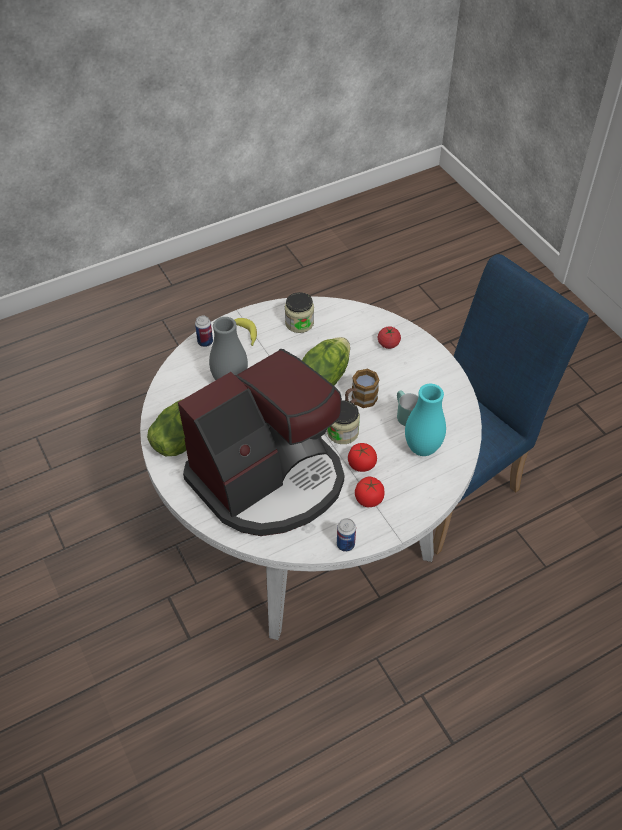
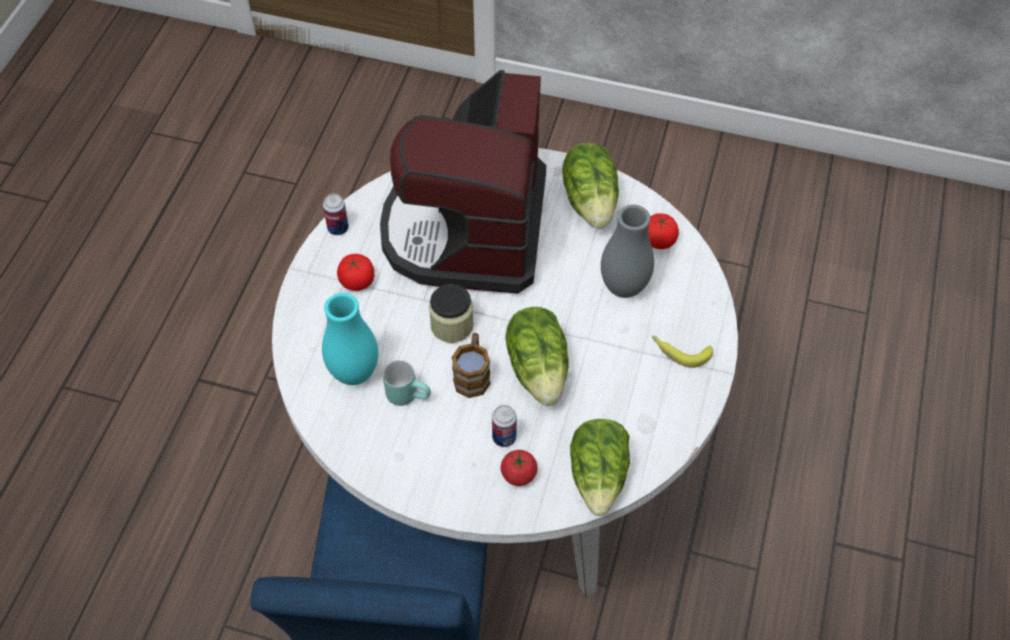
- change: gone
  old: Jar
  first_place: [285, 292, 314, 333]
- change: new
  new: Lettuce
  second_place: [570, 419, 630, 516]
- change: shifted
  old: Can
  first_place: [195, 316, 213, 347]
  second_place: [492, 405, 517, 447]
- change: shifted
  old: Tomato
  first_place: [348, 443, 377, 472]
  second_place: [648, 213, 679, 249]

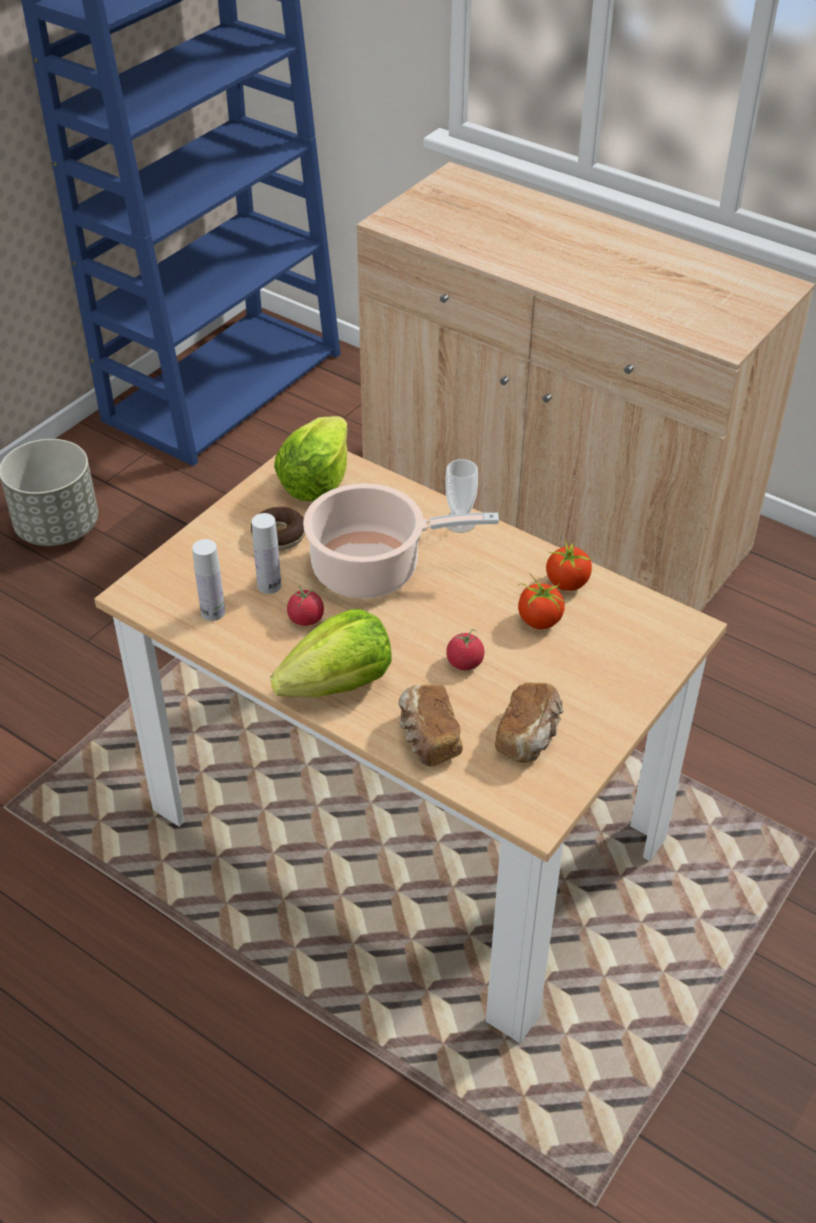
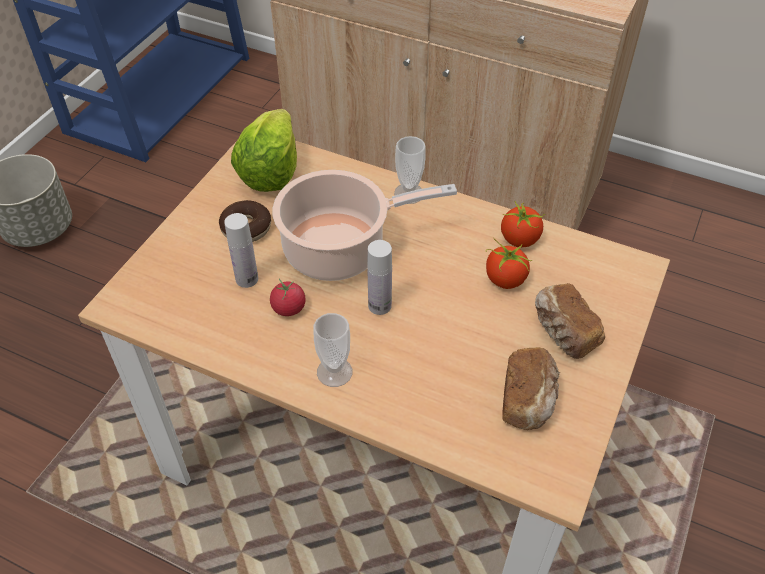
- change: gone
  old: Tomato
  first_place: [446, 629, 484, 670]
- change: shifted
  old: WhiteBottle
  first_place: [192, 539, 225, 621]
  second_place: [367, 240, 392, 315]
- change: shifted
  old: Bread
  first_place: [398, 685, 463, 767]
  second_place: [535, 283, 605, 359]
- change: swapped
  old: Lettuce
  new: Cup
  first_place: [271, 609, 392, 698]
  second_place: [313, 313, 353, 387]

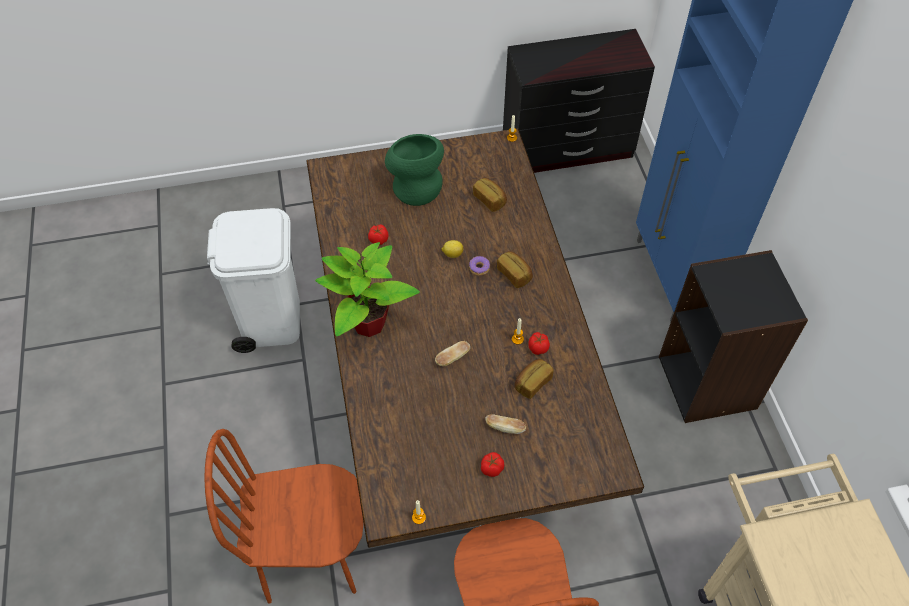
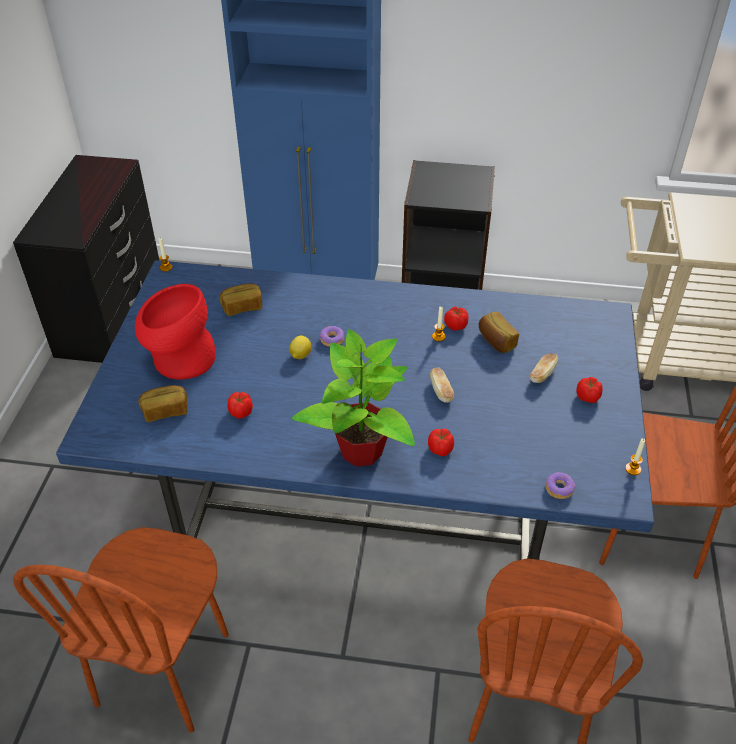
- change: new
  new: Tomato
  second_place: [428, 428, 454, 456]
- change: new
  new: Donut
  second_place: [546, 472, 576, 499]
- change: shifted
  old: Bread
  first_place: [497, 251, 533, 288]
  second_place: [138, 385, 188, 422]
- change: swapped
  old: WhiteTrashCan
  new: BrownChair
  first_place: [207, 208, 300, 353]
  second_place: [13, 527, 229, 733]
- change: repainted
  old: BrownDiningTable
  new: BlueDiningTable
  first_place: [307, 128, 644, 548]
  second_place: [56, 260, 654, 560]
- change: repainted
  old: GreenVase
  new: RedVase
  first_place: [385, 134, 444, 206]
  second_place: [135, 284, 216, 380]

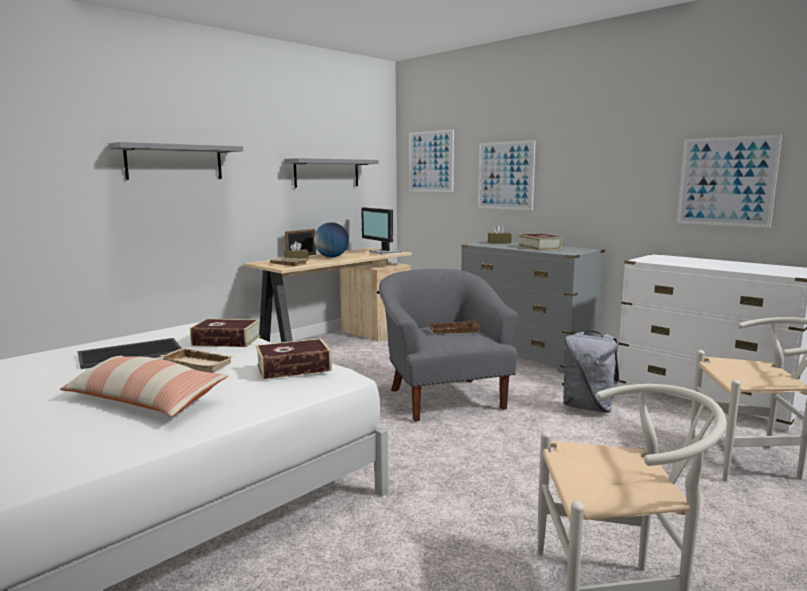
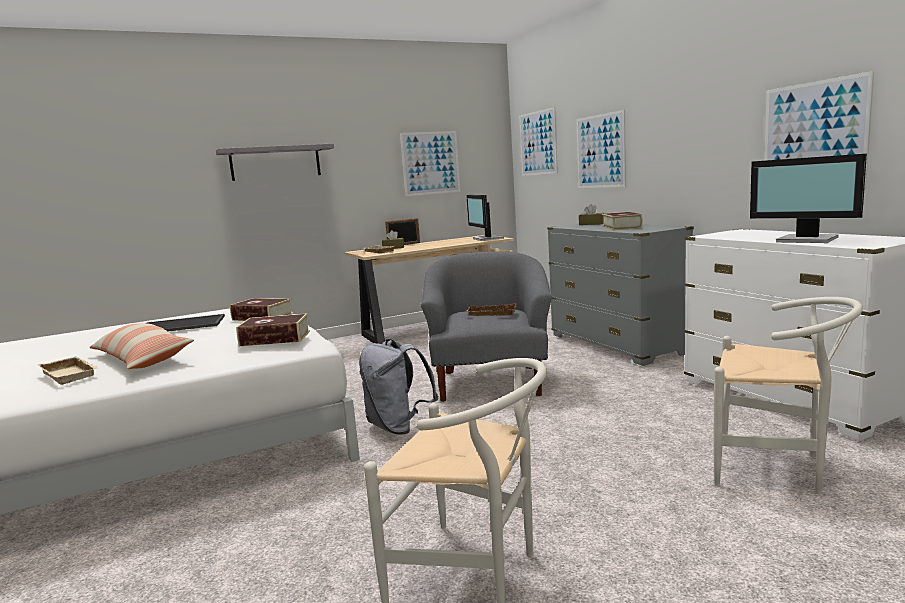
- change: gone
  old: Globe
  first_place: [314, 222, 349, 257]
- change: new
  new: Monitor
  second_place: [750, 153, 867, 243]
- change: shifted
  old: BeigeTray
  first_place: [160, 347, 236, 373]
  second_place: [37, 356, 98, 385]
- change: shifted
  old: GreyBackpack
  first_place: [562, 331, 620, 413]
  second_place: [359, 339, 438, 435]
- change: swapped
  old: GreyShelf
  new: Picture
  first_place: [284, 158, 378, 188]
  second_place: [400, 131, 460, 196]

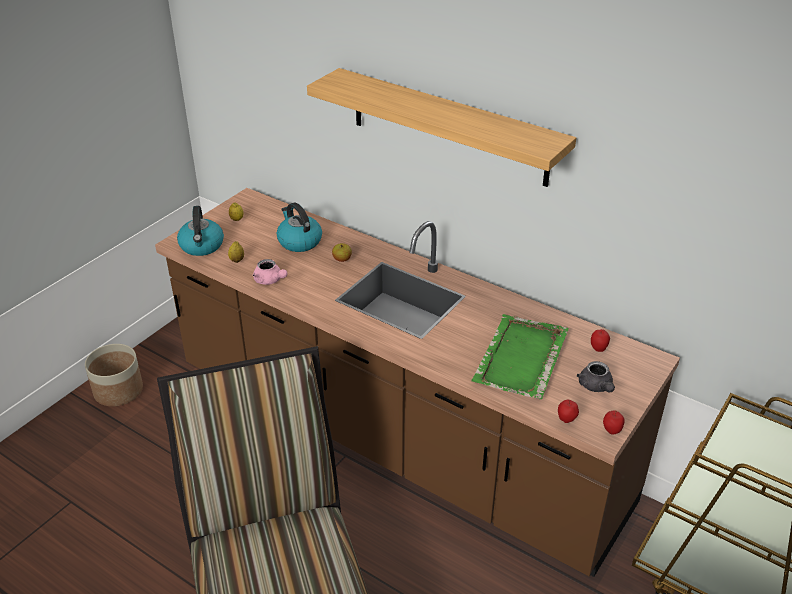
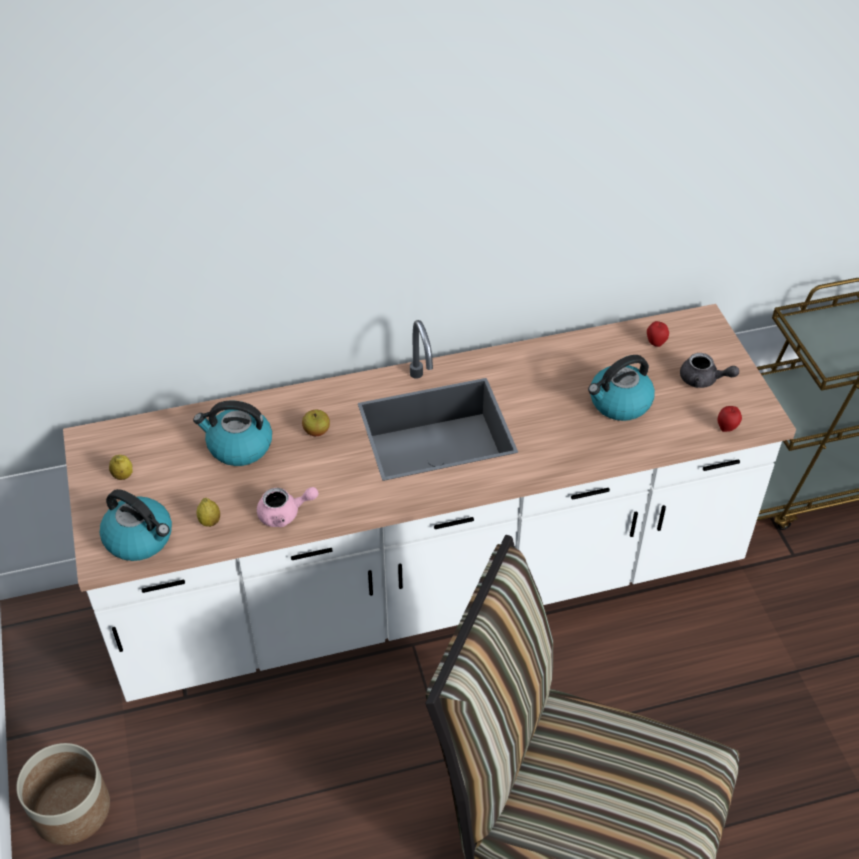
- change: gone
  old: Shelf
  first_place: [307, 68, 576, 187]
- change: gone
  old: Apple
  first_place: [603, 411, 625, 435]
- change: swapped
  old: GreenTray
  new: Kettle
  first_place: [472, 314, 569, 399]
  second_place: [588, 355, 655, 421]
- change: repainted
  old: BrownCounter
  new: WhiteCounter
  first_place: [155, 188, 680, 577]
  second_place: [63, 304, 796, 702]

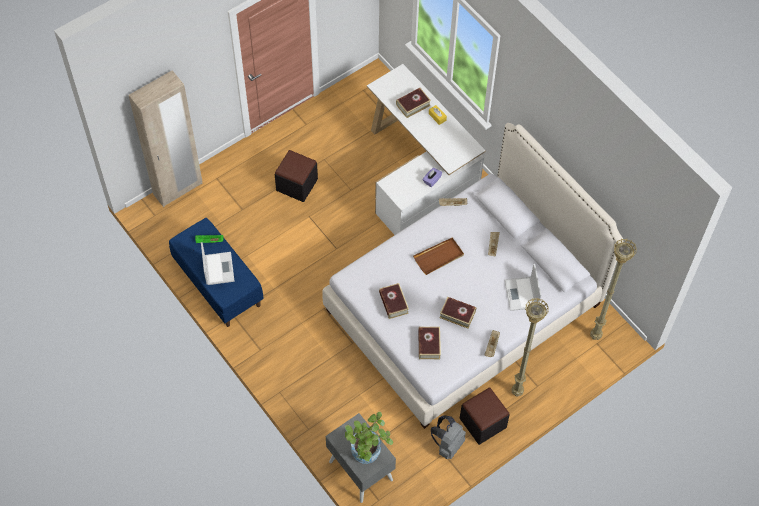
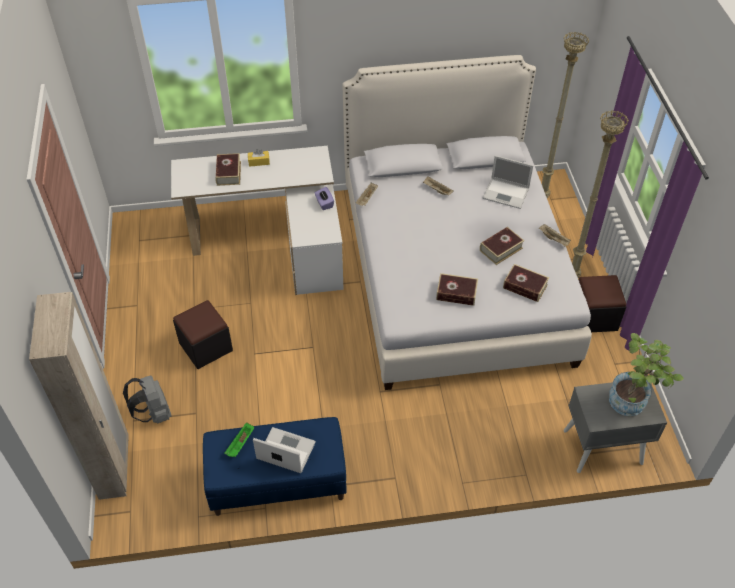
- change: gone
  old: BrownTray
  first_place: [413, 238, 464, 275]
- change: shifted
  old: GreyBackpack
  first_place: [431, 415, 466, 460]
  second_place: [123, 376, 172, 424]

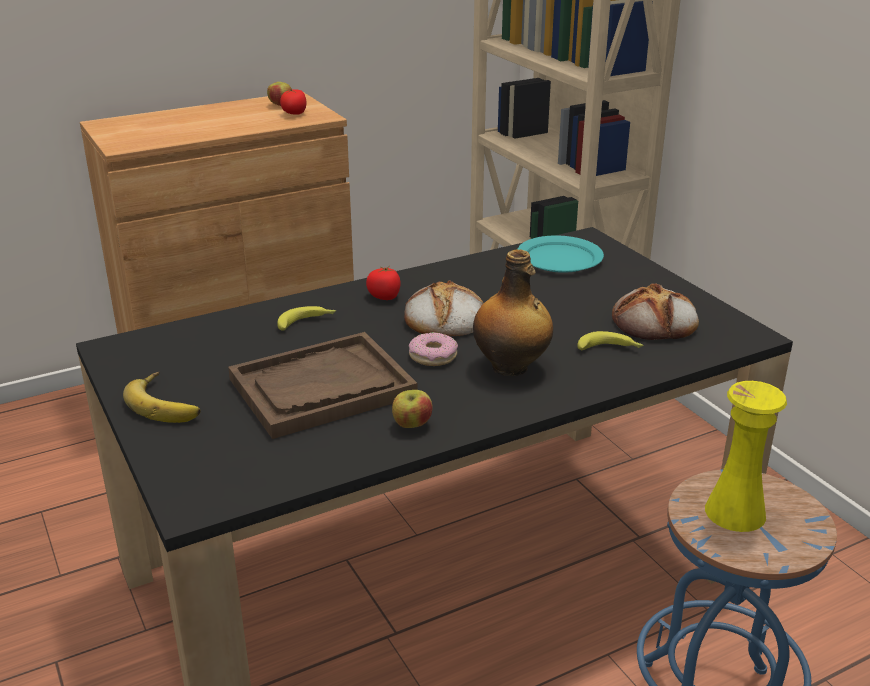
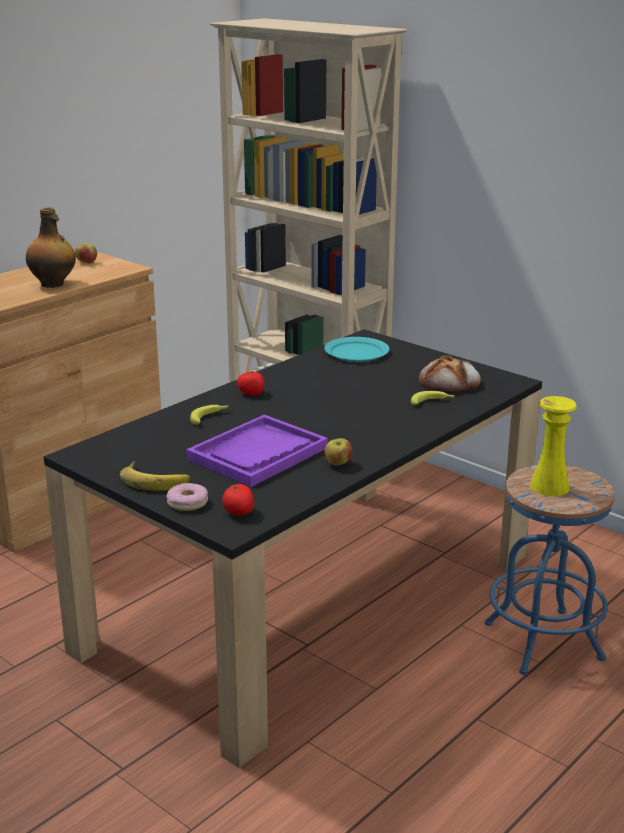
- change: gone
  old: Bread
  first_place: [404, 280, 484, 336]
- change: shifted
  old: Tomato
  first_place: [280, 89, 307, 115]
  second_place: [222, 484, 254, 515]
- change: shifted
  old: Donut
  first_place: [409, 332, 458, 366]
  second_place: [166, 483, 208, 511]
- change: shifted
  old: Bottle
  first_place: [473, 249, 553, 376]
  second_place: [26, 207, 76, 288]
- change: repainted
  old: BrownTray
  new: PurpleTray
  first_place: [228, 332, 418, 439]
  second_place: [187, 415, 328, 487]

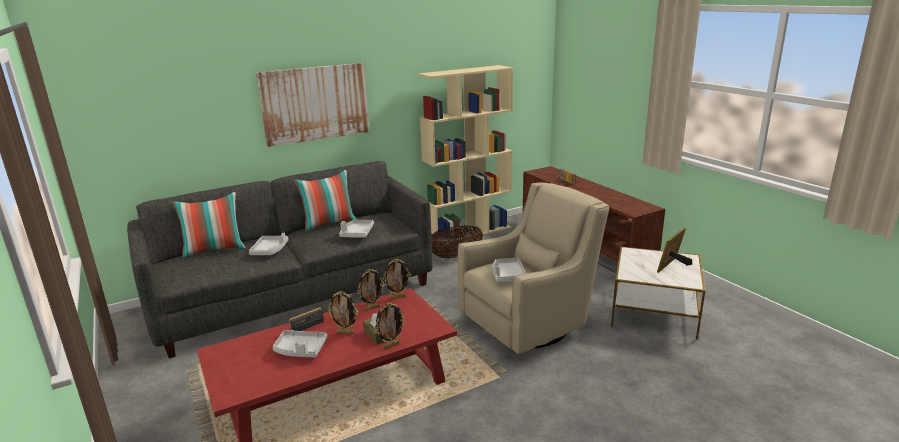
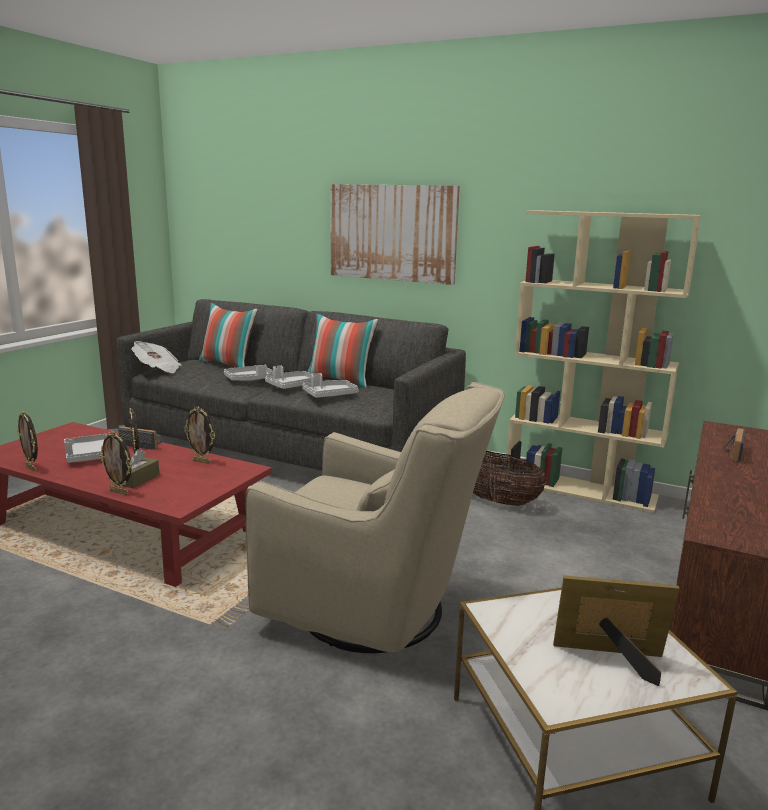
- change: new
  new: Newspaper
  second_place: [131, 341, 182, 373]
- change: shifted
  old: PictureFrame
  first_place: [383, 259, 411, 299]
  second_place: [17, 411, 38, 472]
- change: shifted
  old: GreyTray
  first_place: [493, 258, 527, 282]
  second_place: [265, 365, 316, 389]

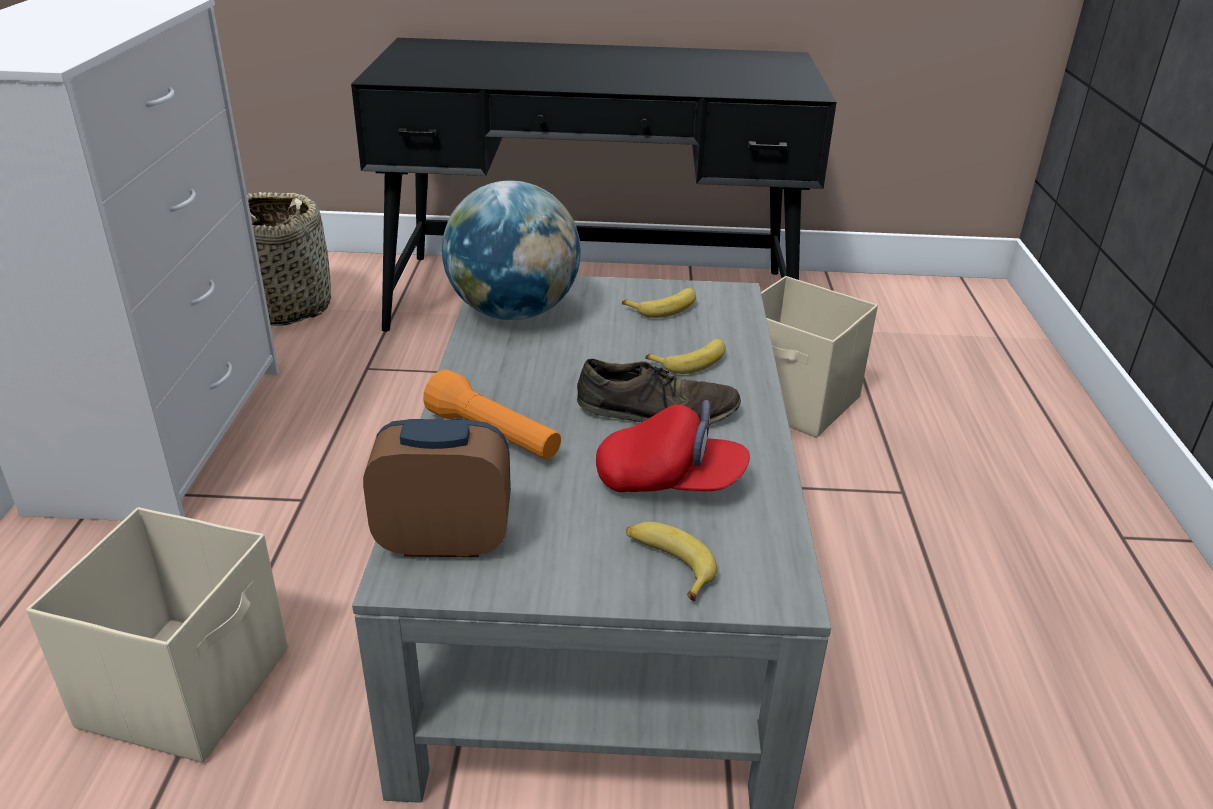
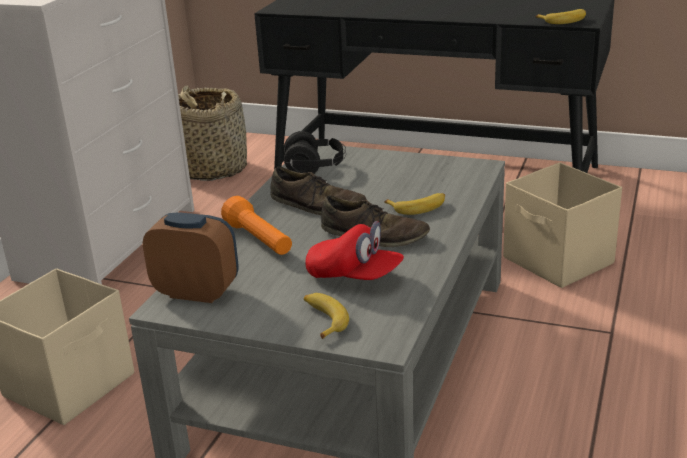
- change: new
  new: BrownShoe
  second_place: [270, 167, 367, 215]
- change: shifted
  old: Banana
  first_place: [622, 288, 696, 318]
  second_place: [536, 9, 586, 24]
- change: swapped
  old: Globe
  new: BlackHeadphones
  first_place: [442, 180, 581, 320]
  second_place: [283, 131, 346, 174]

